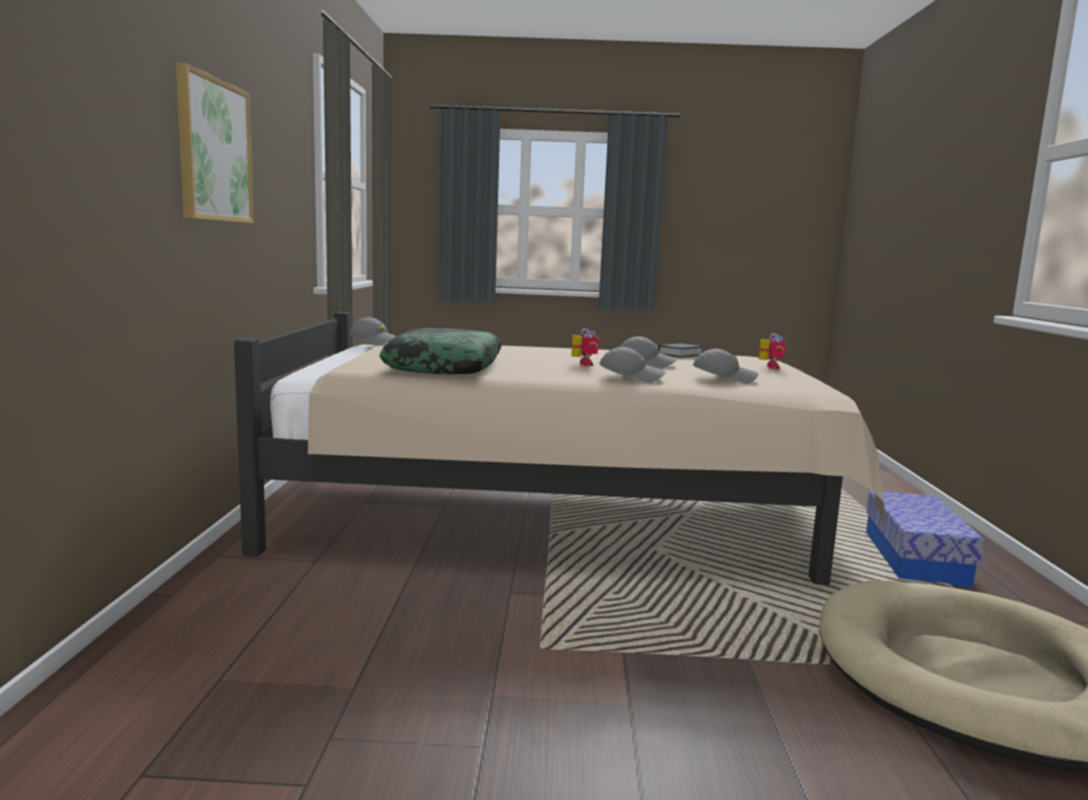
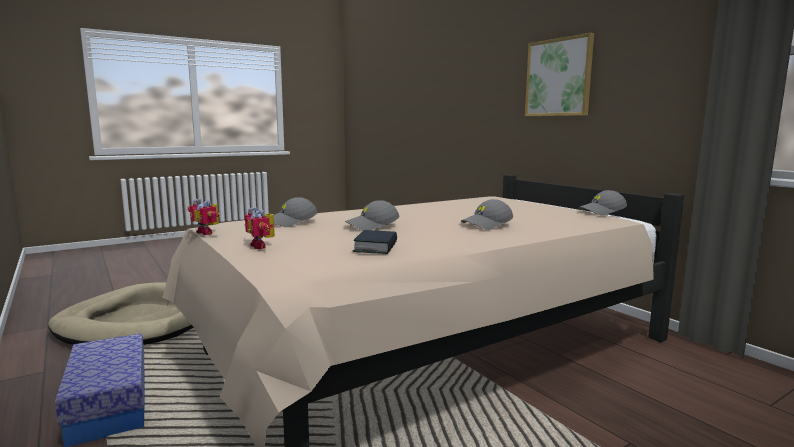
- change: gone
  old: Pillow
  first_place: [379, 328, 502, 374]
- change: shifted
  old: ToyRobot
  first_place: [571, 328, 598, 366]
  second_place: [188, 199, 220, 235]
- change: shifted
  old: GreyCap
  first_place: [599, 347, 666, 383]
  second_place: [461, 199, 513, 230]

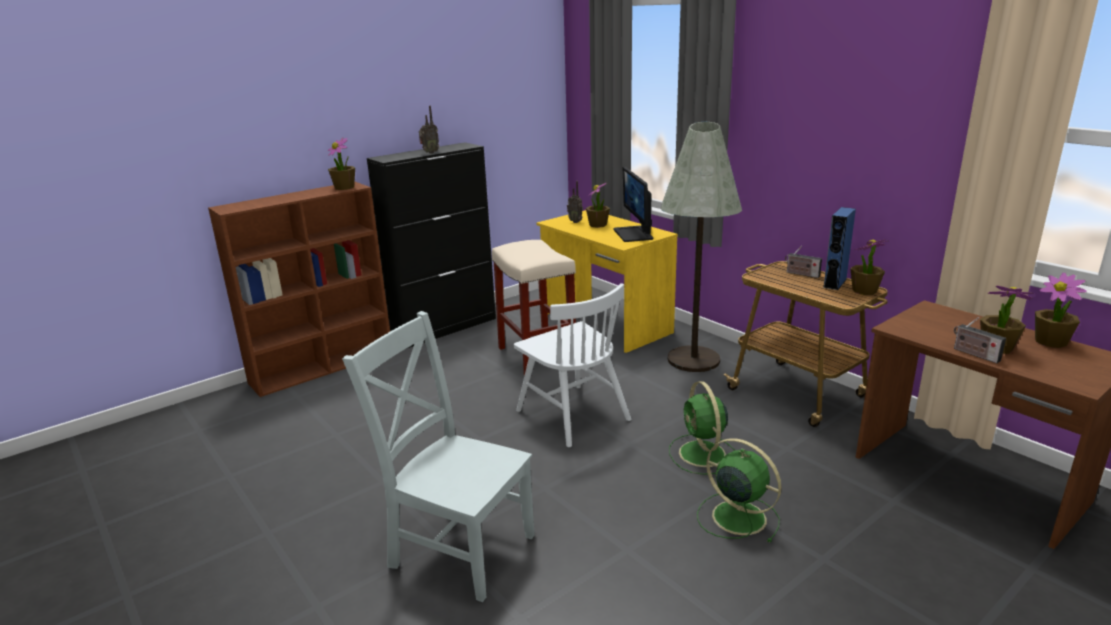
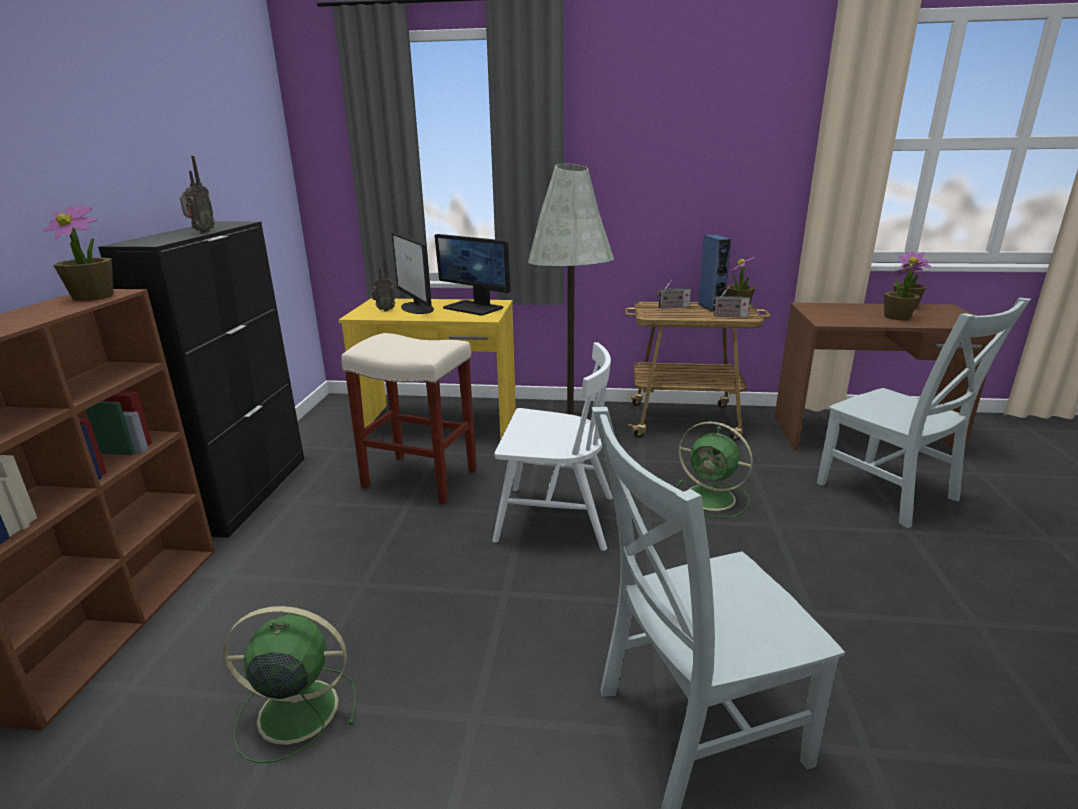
- change: new
  new: GreyChair
  second_place: [817, 298, 1031, 528]
- change: shifted
  old: GreenFan
  first_place: [697, 438, 782, 542]
  second_place: [224, 606, 356, 763]
- change: shifted
  old: Radio
  first_place: [954, 317, 1006, 363]
  second_place: [712, 287, 750, 318]
- change: swapped
  old: PottedPlant
  new: Monitor
  first_place: [586, 183, 610, 228]
  second_place: [392, 233, 434, 314]

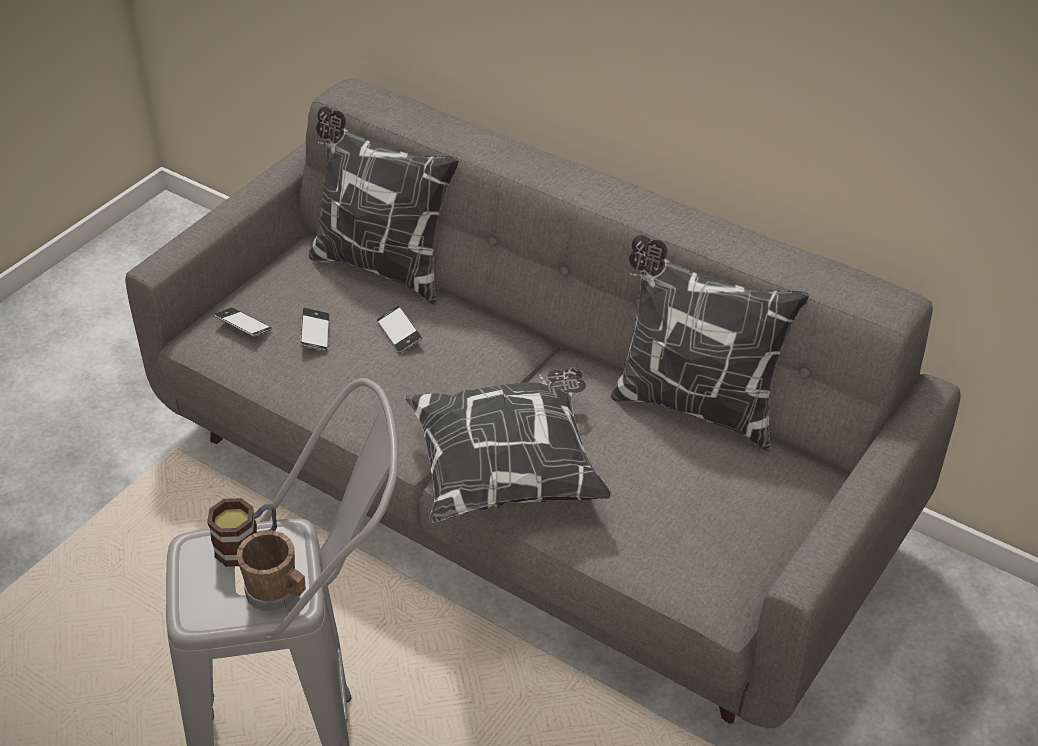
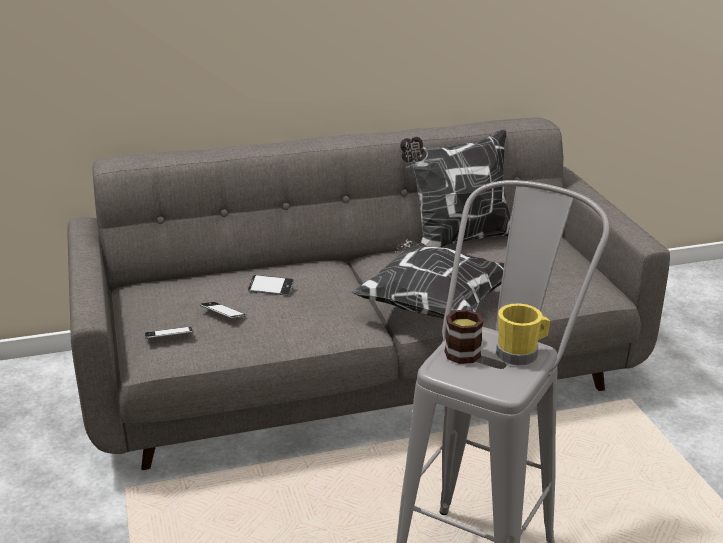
- change: gone
  old: Pillow
  first_place: [309, 106, 459, 305]
- change: repainted
  old: BrownMug
  new: YellowMug
  first_place: [236, 531, 306, 612]
  second_place: [496, 303, 550, 366]

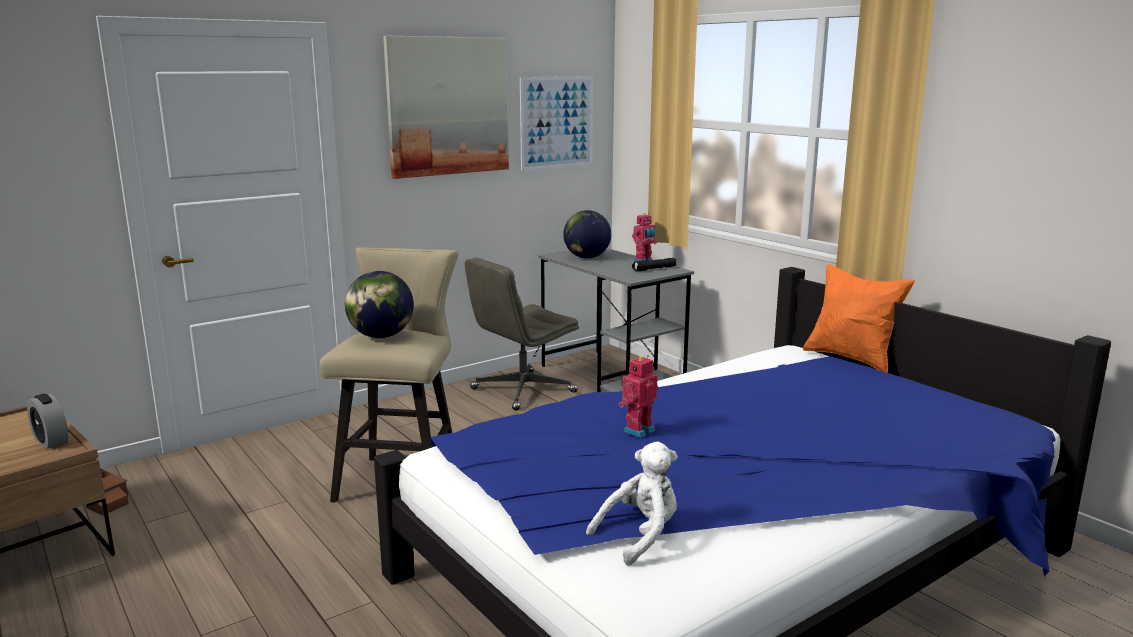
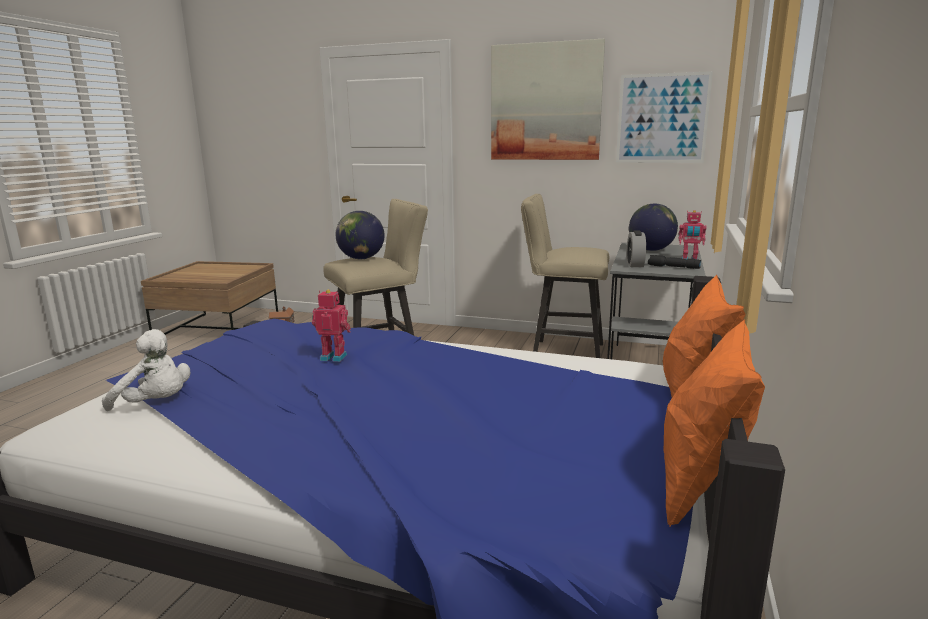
- change: new
  new: OrangePillow
  second_place: [664, 319, 765, 527]
- change: shifted
  old: AlarmClock
  first_place: [27, 394, 68, 449]
  second_place: [626, 230, 646, 267]
- change: swapped
  old: GreyOfficeChair
  new: BeigeStool
  first_place: [465, 258, 579, 411]
  second_place: [521, 194, 609, 358]

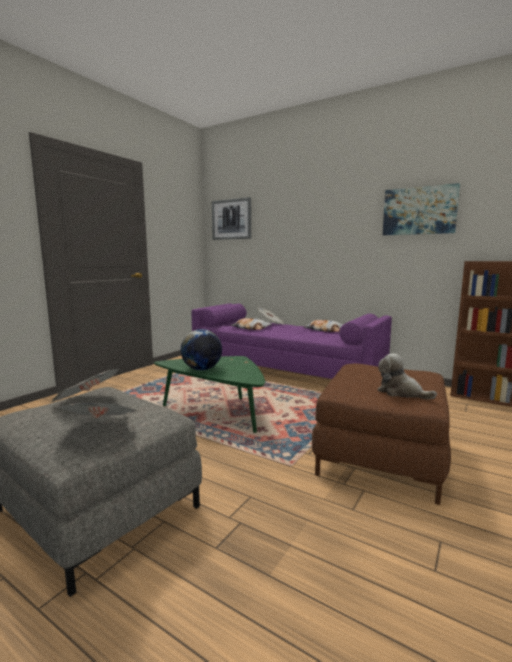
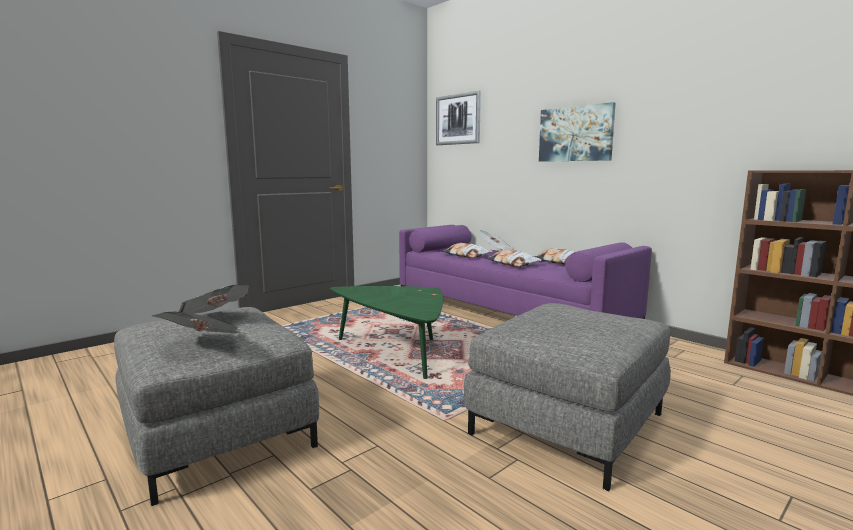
- change: gone
  old: Globe
  first_place: [181, 329, 222, 370]
- change: gone
  old: PlushToy
  first_place: [378, 353, 437, 399]
- change: new
  new: Pillow
  second_place: [484, 250, 542, 267]
- change: shifted
  old: Picture
  first_place: [383, 183, 460, 236]
  second_place: [539, 102, 616, 162]
- change: repainted
  old: BrownOttoman
  new: GreyOttoman
  first_place: [312, 364, 451, 505]
  second_place: [464, 303, 671, 491]

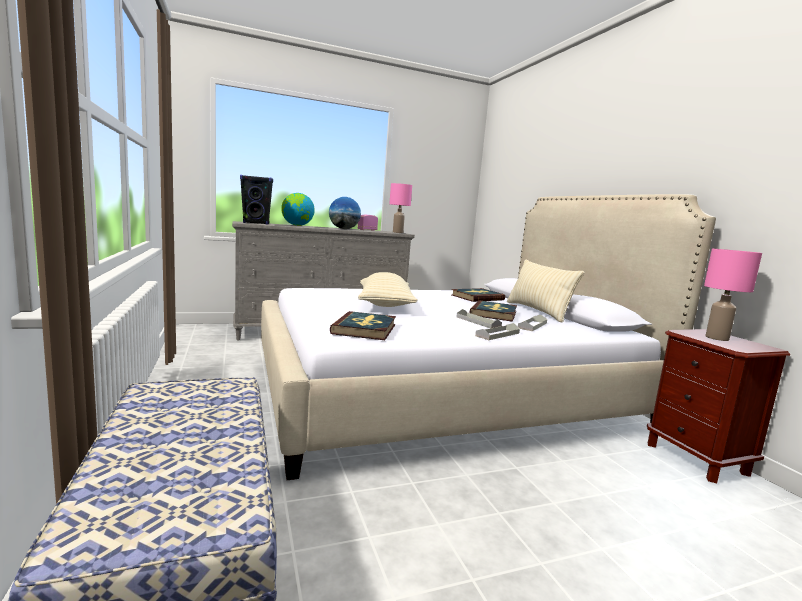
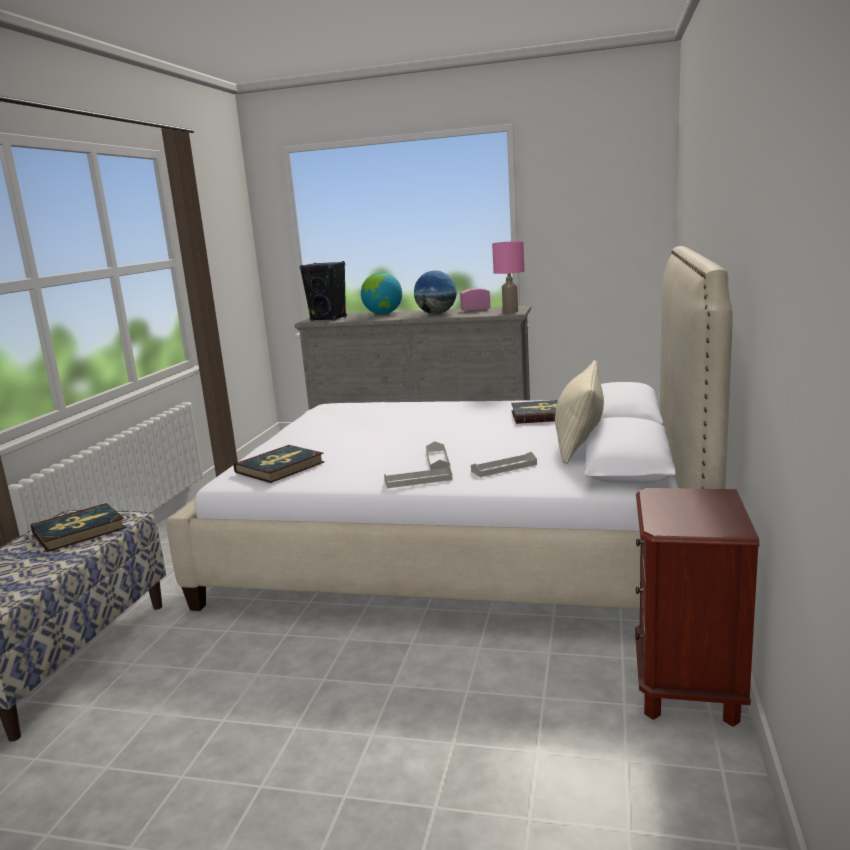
- change: gone
  old: BeigePillow
  first_place: [358, 272, 418, 307]
- change: gone
  old: PinkTableLamp
  first_place: [704, 249, 762, 341]
- change: shifted
  old: Book
  first_place: [469, 300, 517, 322]
  second_place: [31, 503, 126, 552]

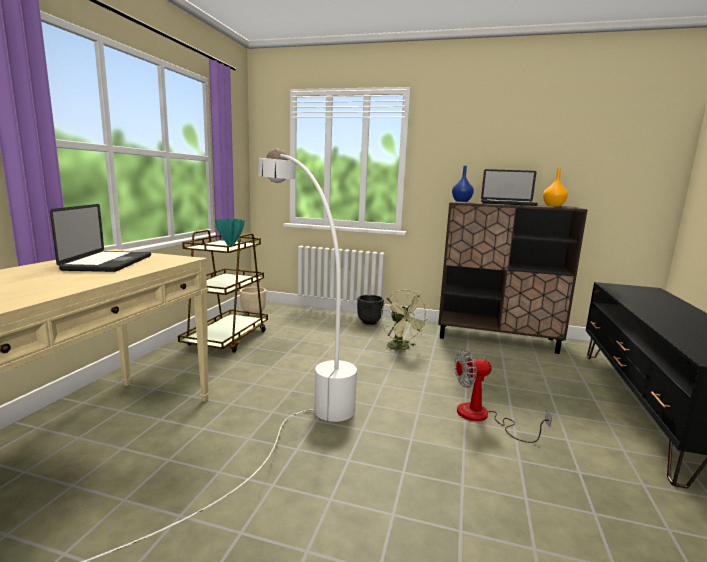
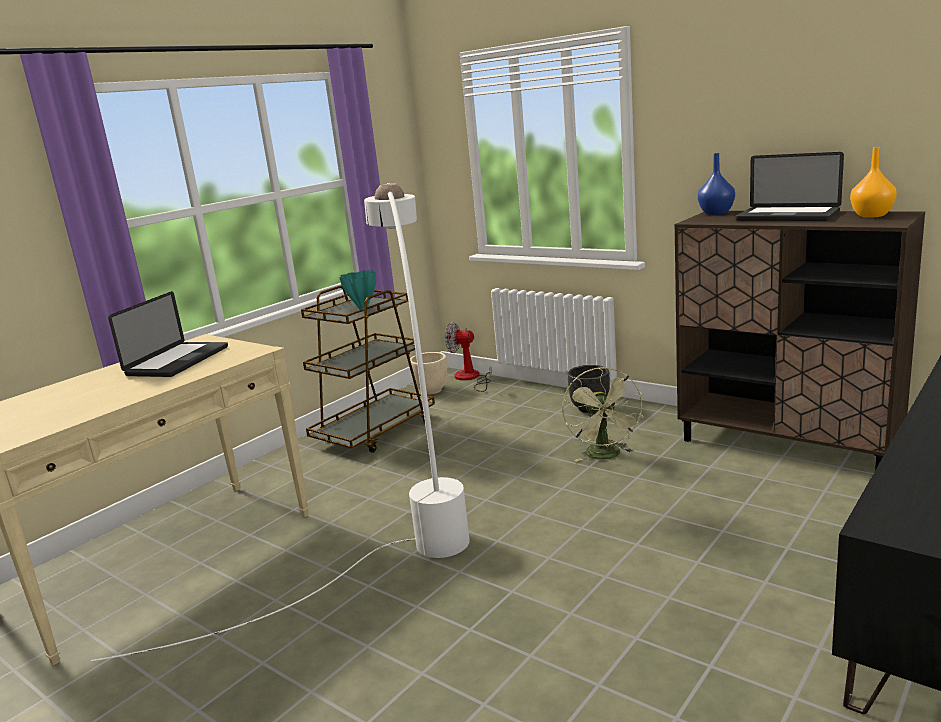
- change: shifted
  old: Fan
  first_place: [455, 349, 552, 443]
  second_place: [445, 322, 492, 392]

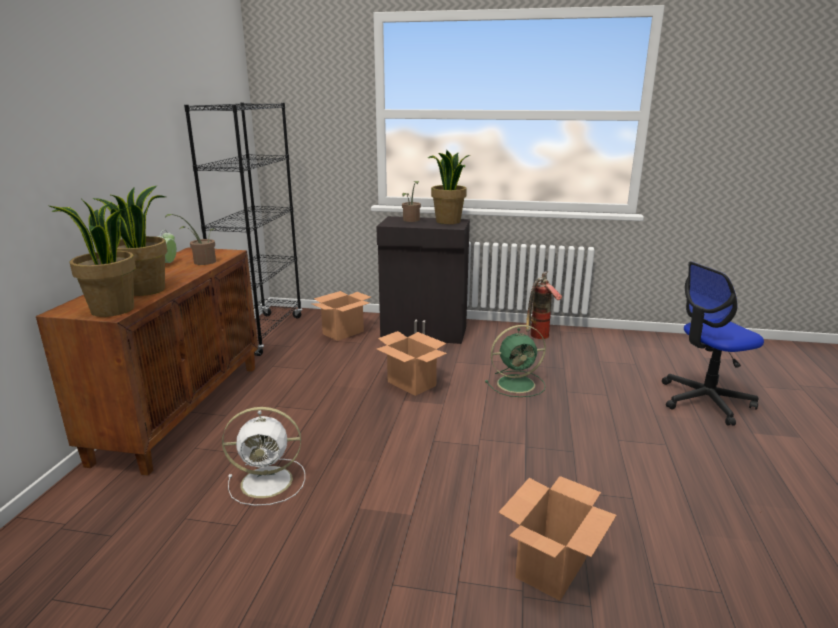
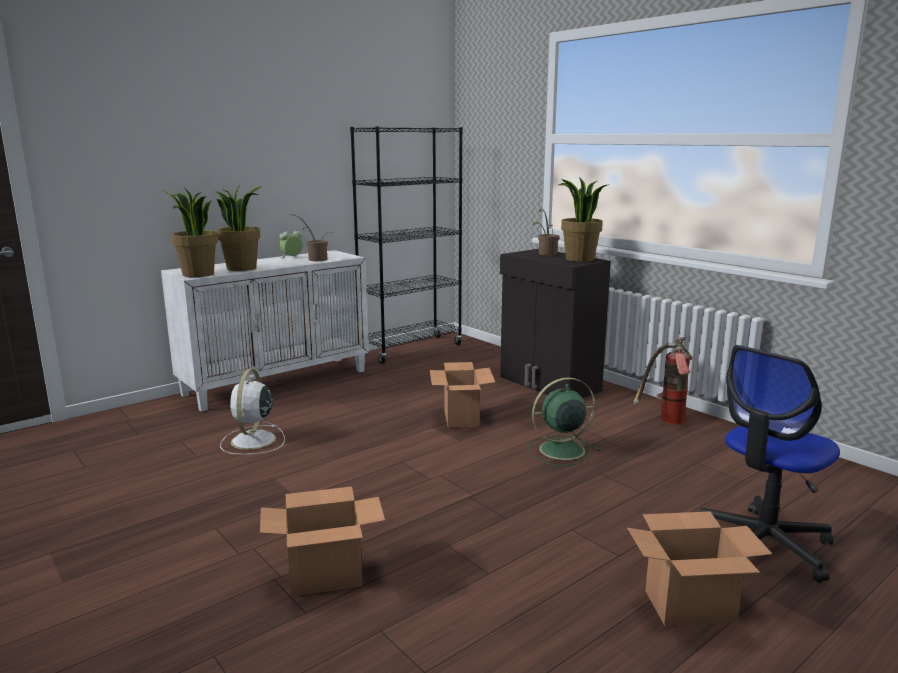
- change: shifted
  old: CardboardBox
  first_place: [312, 291, 371, 341]
  second_place: [627, 511, 772, 626]
- change: repainted
  old: BrownCabinet
  new: WhiteCabinet
  first_place: [36, 247, 258, 476]
  second_place: [161, 250, 369, 412]
- change: rotated
  old: WhiteFan
  first_place: [222, 407, 305, 506]
  second_place: [220, 369, 285, 455]
  degrees: 60
- change: rotated
  old: GreenFan
  first_place: [485, 325, 546, 397]
  second_place: [528, 377, 600, 466]
  degrees: 135
- change: rotated
  old: OfficeChair
  first_place: [662, 262, 764, 426]
  second_place: [700, 345, 840, 583]
  degrees: -60

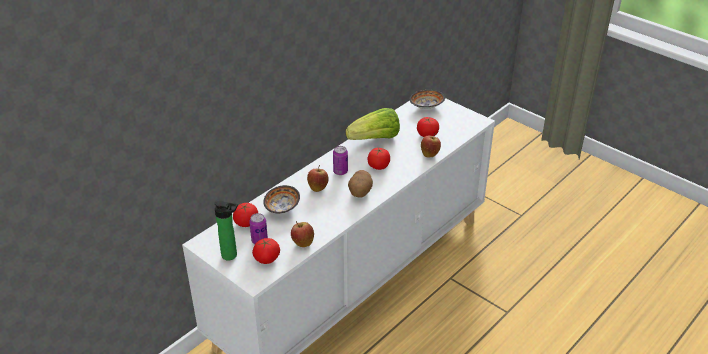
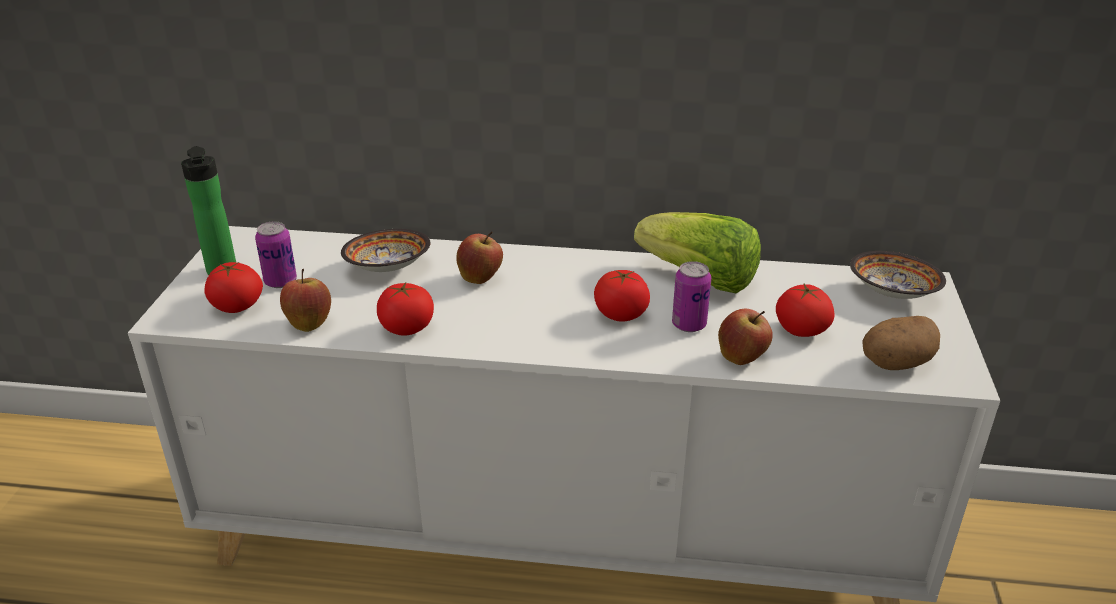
- change: shifted
  old: Tomato
  first_place: [233, 203, 258, 227]
  second_place: [377, 282, 434, 336]
- change: shifted
  old: Can
  first_place: [333, 146, 348, 175]
  second_place: [672, 261, 711, 332]
- change: shifted
  old: Potato
  first_place: [348, 170, 373, 197]
  second_place: [862, 316, 940, 370]

